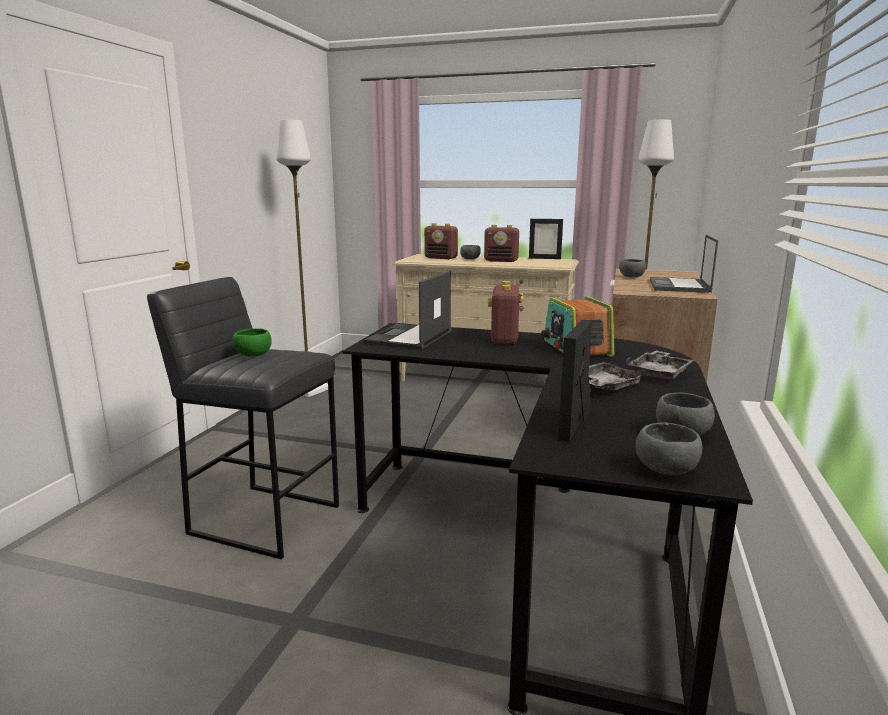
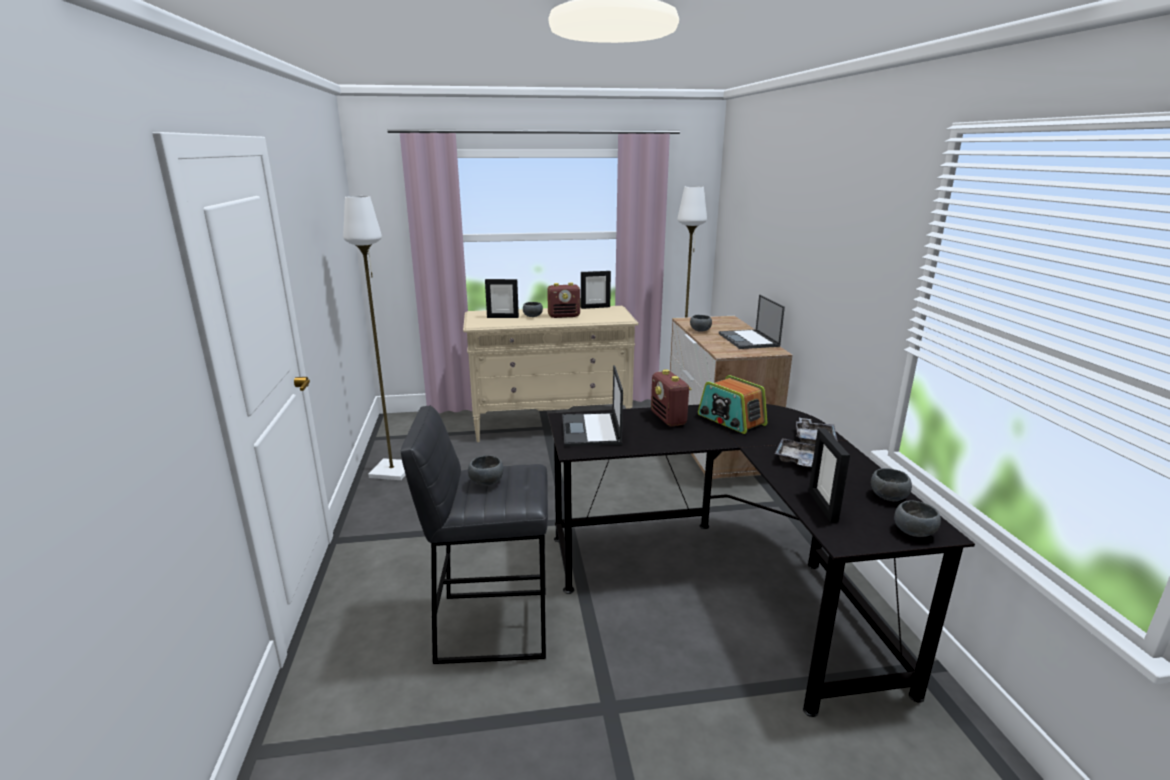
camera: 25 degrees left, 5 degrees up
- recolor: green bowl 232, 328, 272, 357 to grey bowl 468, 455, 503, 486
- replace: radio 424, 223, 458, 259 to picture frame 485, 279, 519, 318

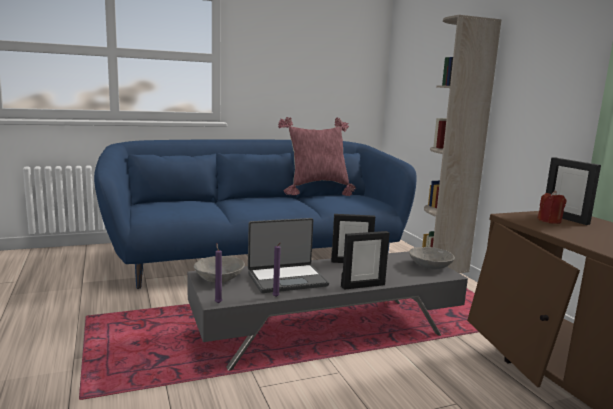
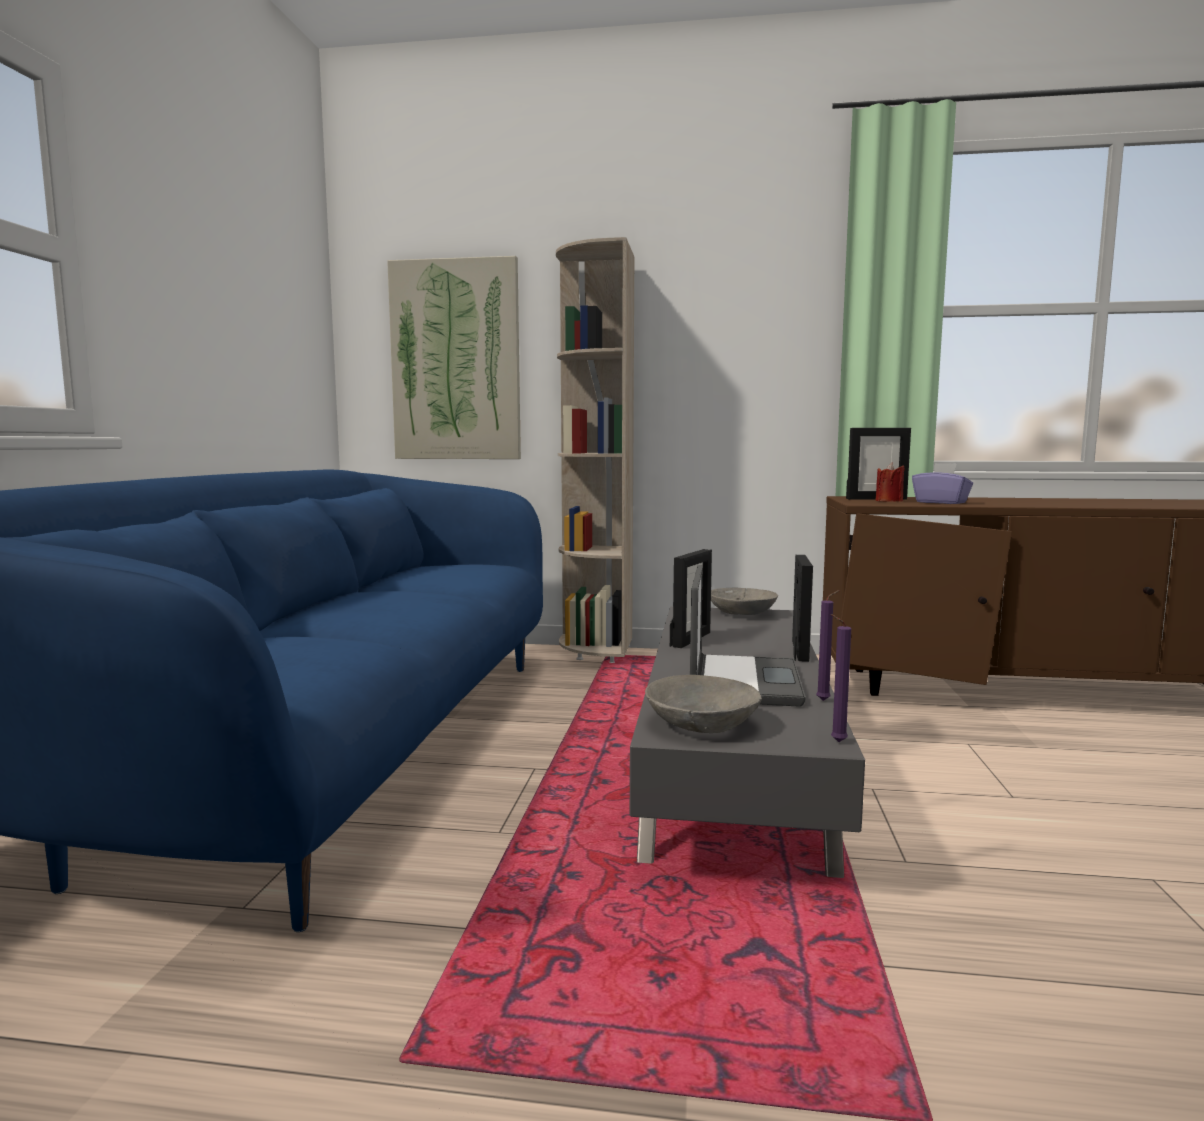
camera: 60 degrees left, 5 degrees down
- insert: picture 387, 256, 521, 459
- insert: purple tissue box 912, 463, 973, 504
- delete: red pillow 278, 117, 356, 196

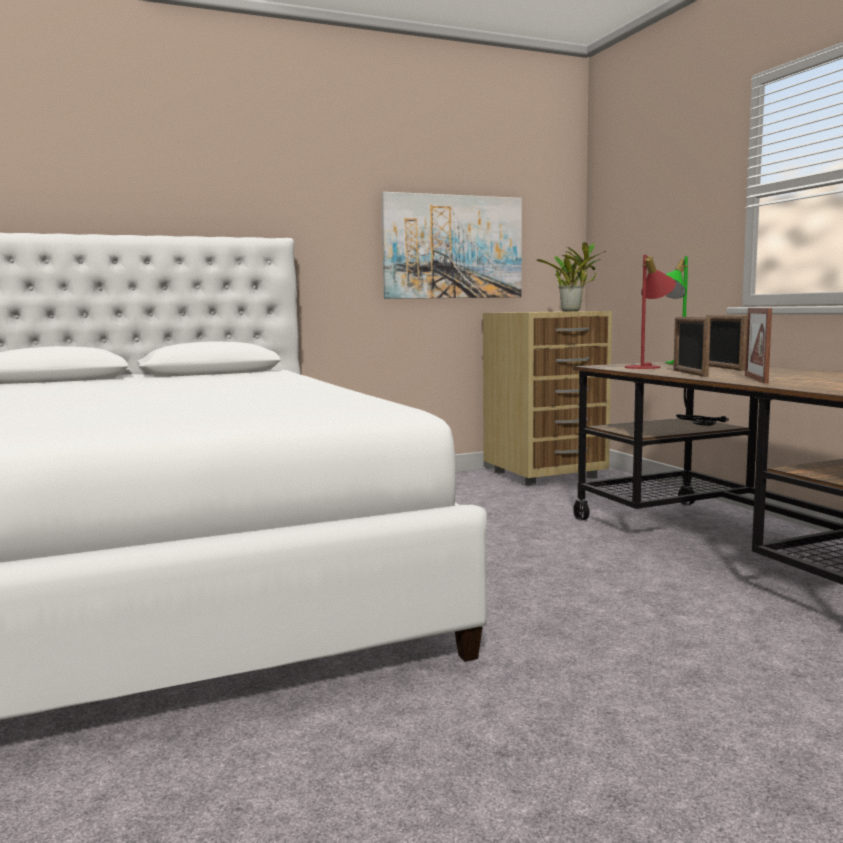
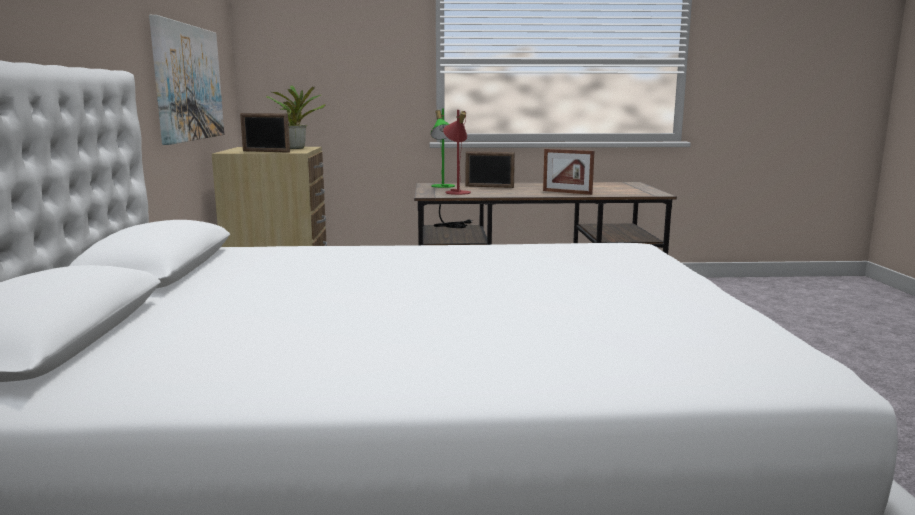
camera: 70 degrees left, 5 degrees up
- move: picture frame 673, 317, 711, 377 to 240, 113, 290, 153

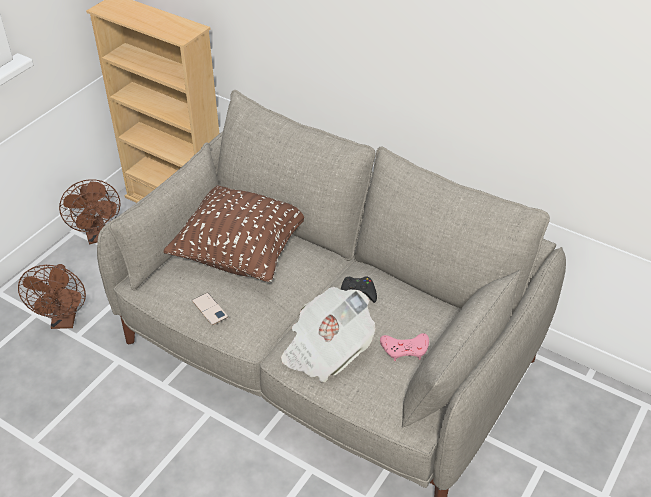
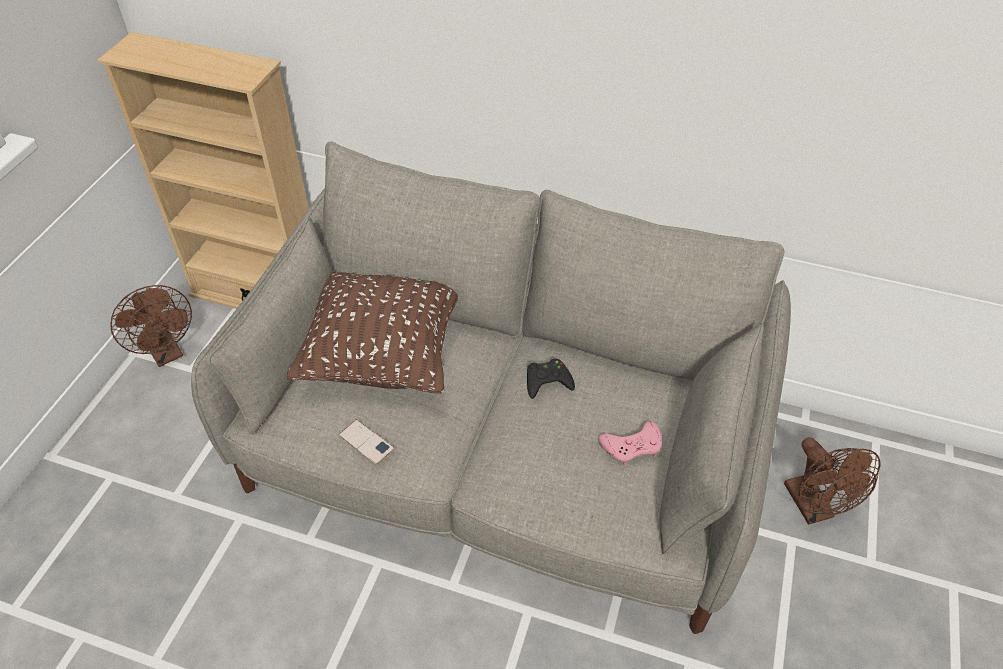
camera: 15 degrees left, 5 degrees up
- move: brown fan 18, 264, 86, 329 to 784, 437, 880, 525
- delete: newspaper 281, 287, 375, 382

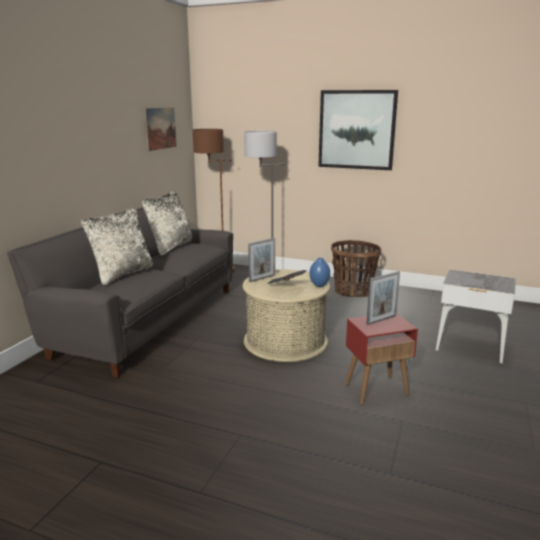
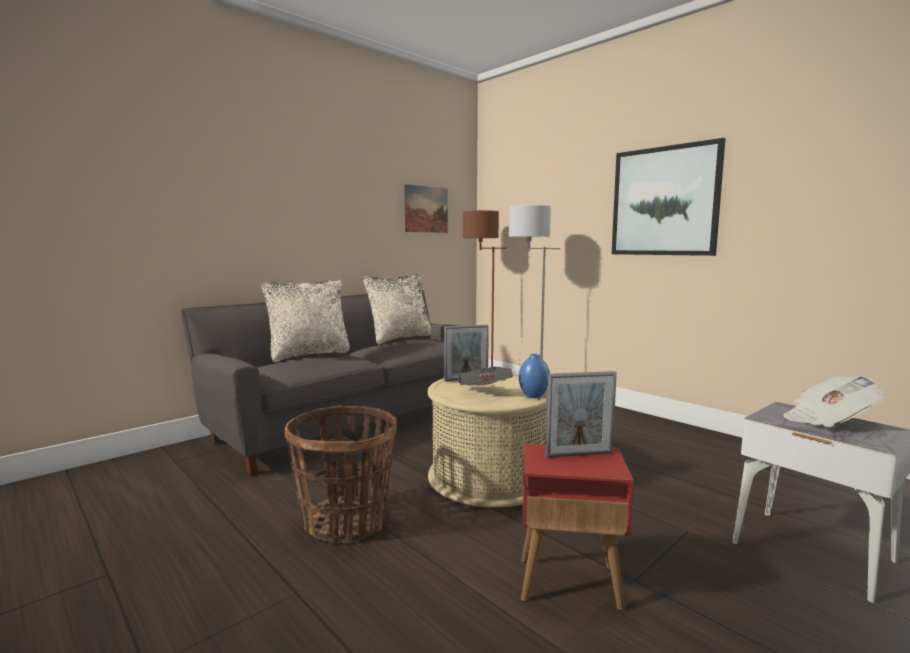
camera: 25 degrees right, 10 degrees down
- move: basket 331, 240, 381, 297 to 285, 405, 397, 544
- insert: newspaper 783, 376, 885, 427

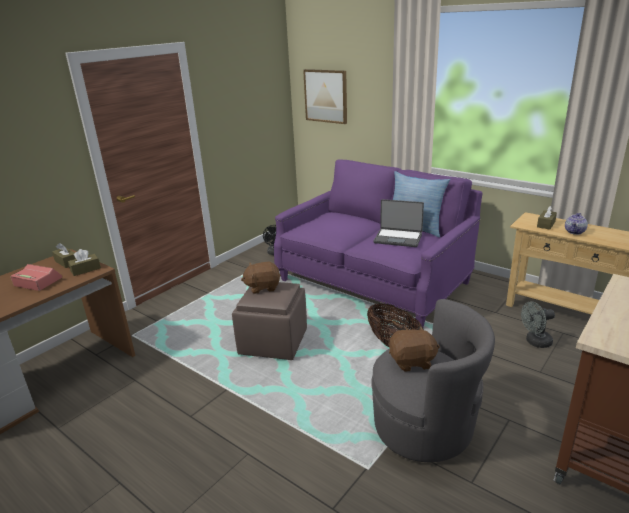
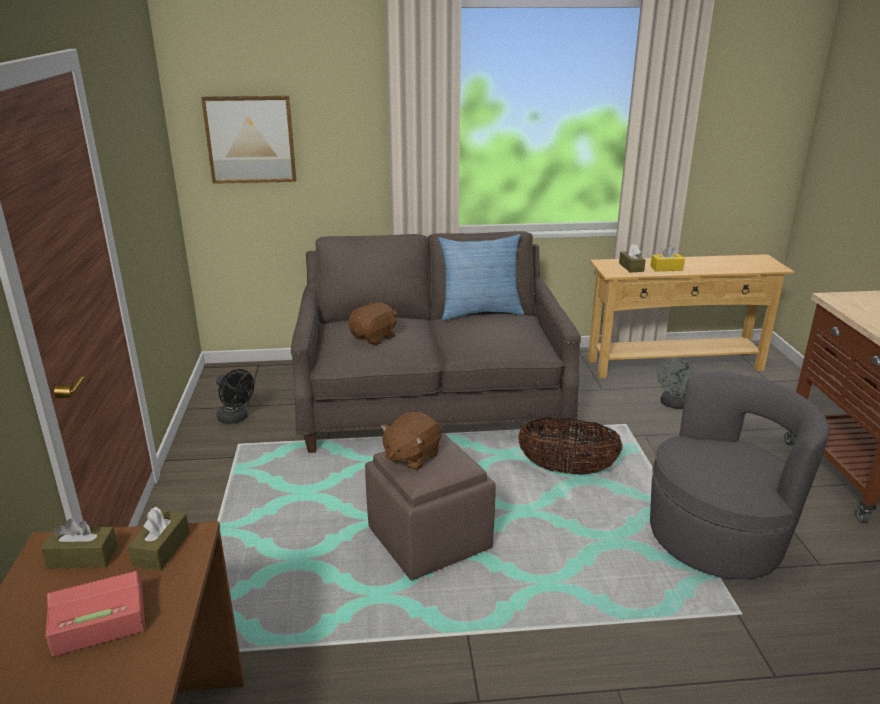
camera: 45 degrees left, 0 degrees up
- recolor: purple sofa 274, 159, 483, 327 to grey sofa 291, 231, 581, 453
- move: brown plush toy 389, 326, 440, 372 to 349, 302, 397, 345
- replace: teapot 565, 213, 588, 235 to yellow tissue box 650, 245, 685, 272
- delete: laptop 373, 199, 424, 247

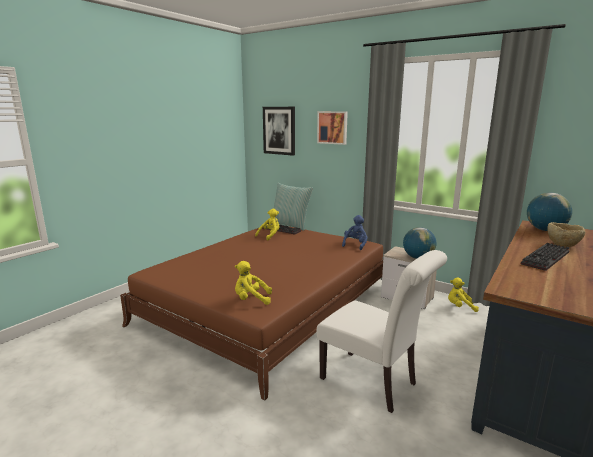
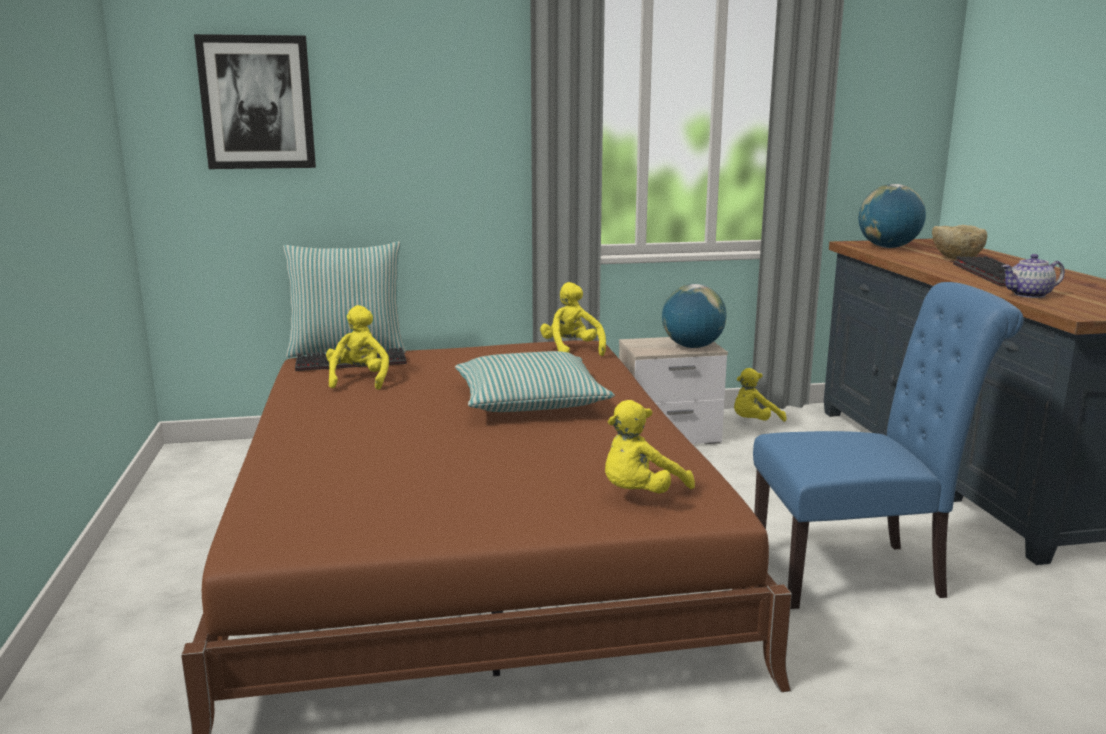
camera: 45 degrees left, 0 degrees up
- insert: pillow 455, 351, 615, 412
- recolor: blue plush toy 342, 215, 368, 250 to yellow plush toy 540, 282, 606, 356
- recolor: white chair 317, 250, 447, 413 to blue chair 753, 282, 1024, 609
- insert: teapot 1001, 254, 1065, 298
- delete: picture 317, 111, 348, 145

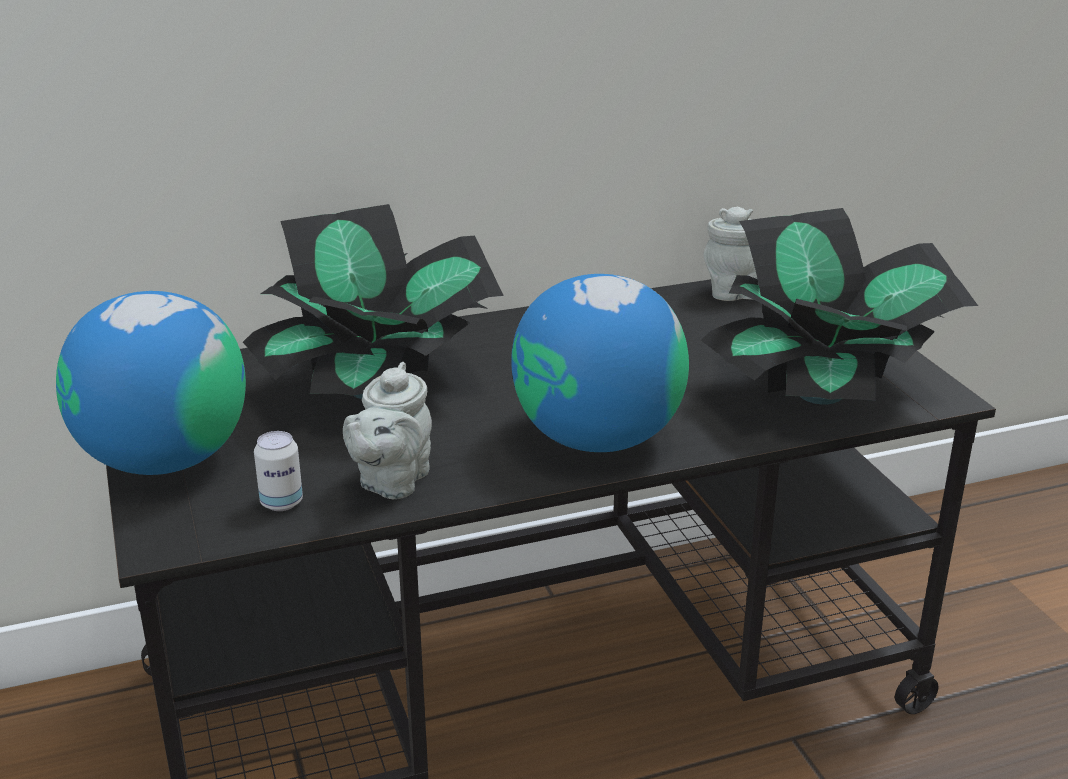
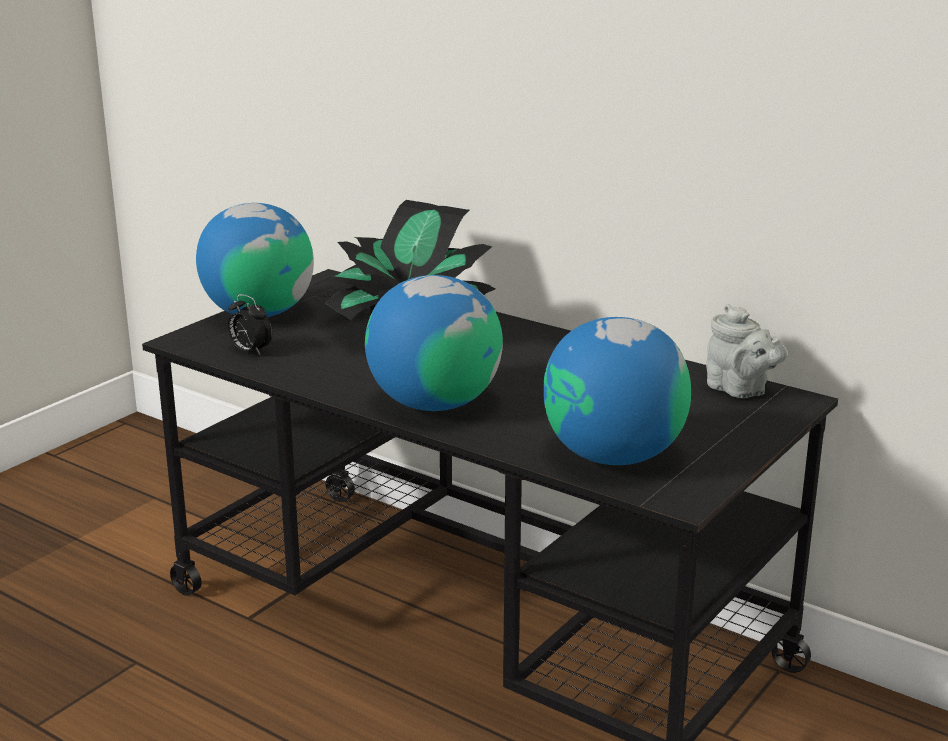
camera: 55 degrees right, 5 degrees down
- replace: can 254, 431, 303, 511 to alarm clock 228, 294, 272, 355
- replace: potted plant 701, 208, 978, 405 to globe 543, 317, 691, 465
- delete: grey teapot 343, 362, 432, 499

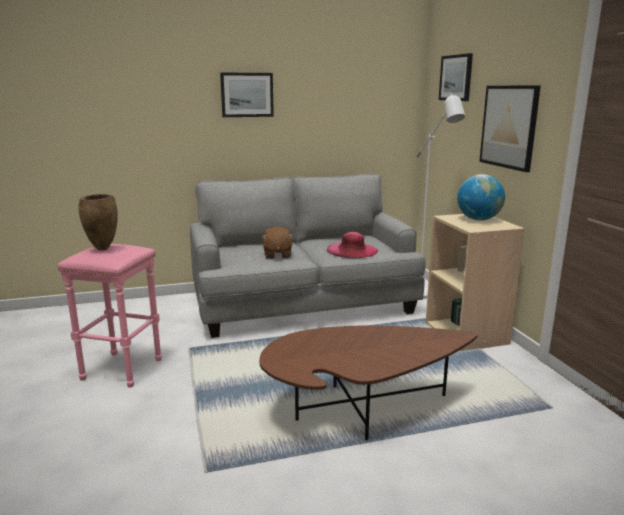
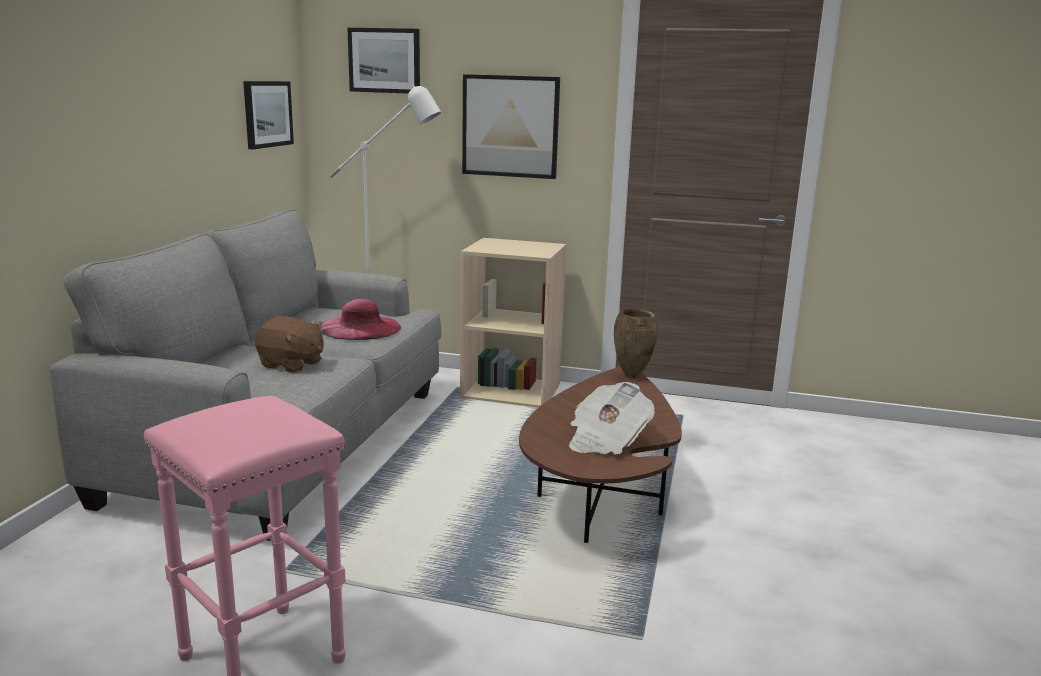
camera: 60 degrees left, 0 degrees up
- move: picture 220, 73, 274, 117 to 243, 81, 294, 149
- insert: newspaper 569, 382, 655, 455
- move: brown vase 78, 194, 118, 251 to 614, 308, 658, 378
- delete: globe 457, 174, 505, 220

